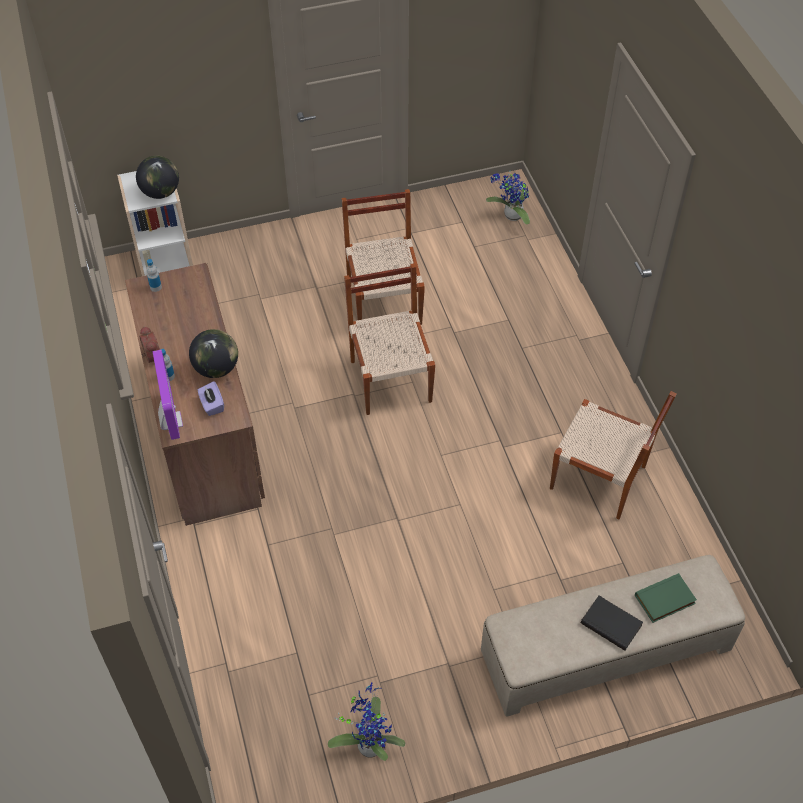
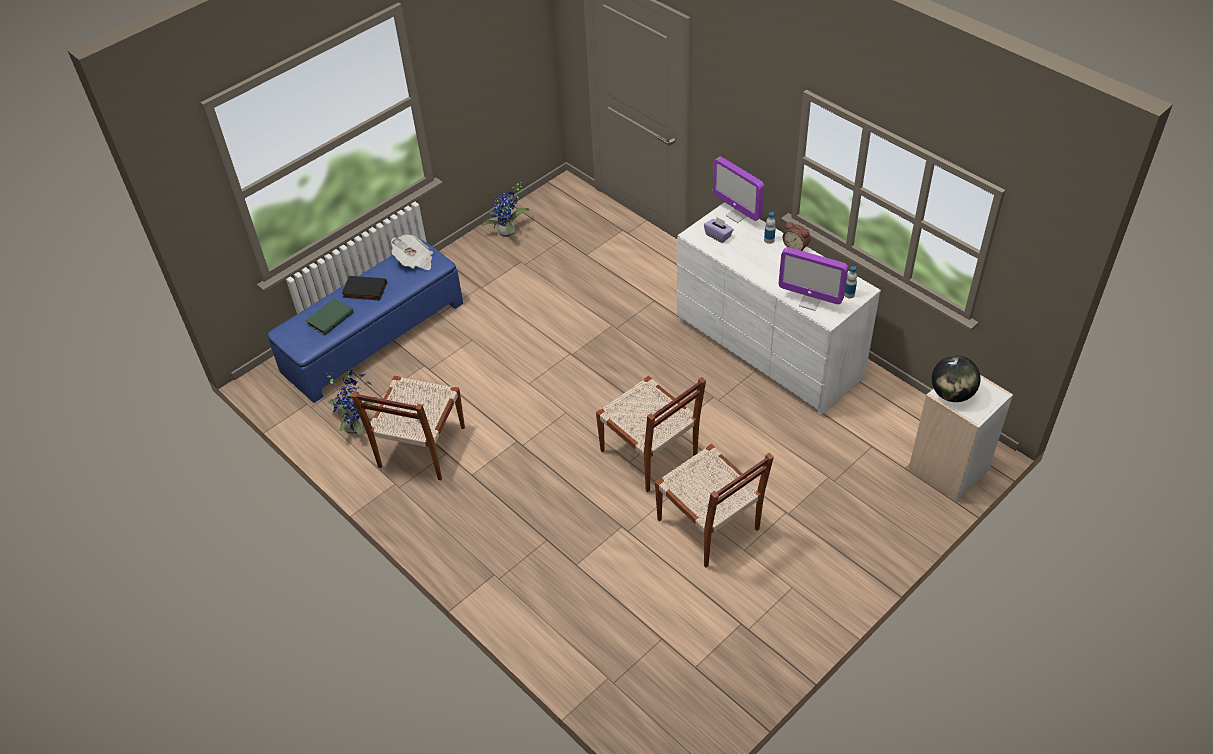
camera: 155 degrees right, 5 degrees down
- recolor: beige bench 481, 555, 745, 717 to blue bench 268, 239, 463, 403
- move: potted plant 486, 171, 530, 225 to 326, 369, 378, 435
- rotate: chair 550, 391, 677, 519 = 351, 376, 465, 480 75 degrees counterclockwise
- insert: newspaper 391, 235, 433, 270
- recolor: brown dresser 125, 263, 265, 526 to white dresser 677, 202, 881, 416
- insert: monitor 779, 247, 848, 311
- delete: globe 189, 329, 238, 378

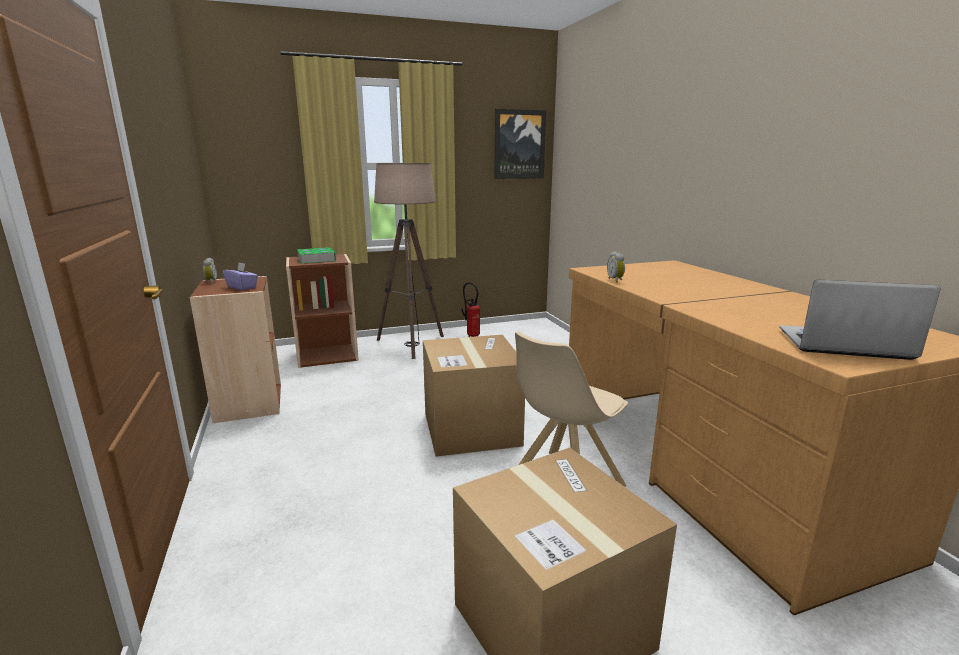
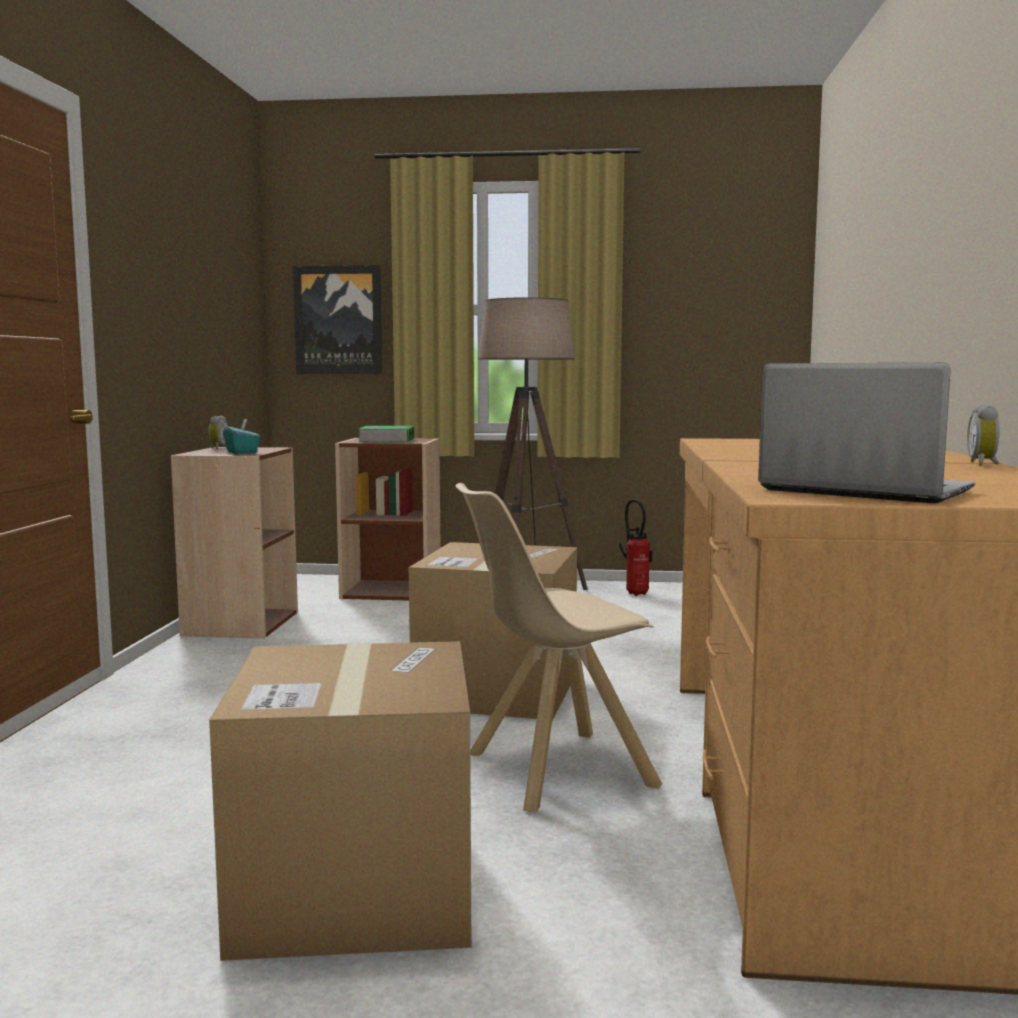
camera: 25 degrees right, 10 degrees down
- recolor: purple tissue box 223, 262, 258, 290 to turquoise tissue box 223, 419, 260, 454
- move: picture 494, 109, 546, 179 to 293, 265, 382, 374
- move: alarm clock 607, 252, 625, 283 to 967, 405, 1000, 466

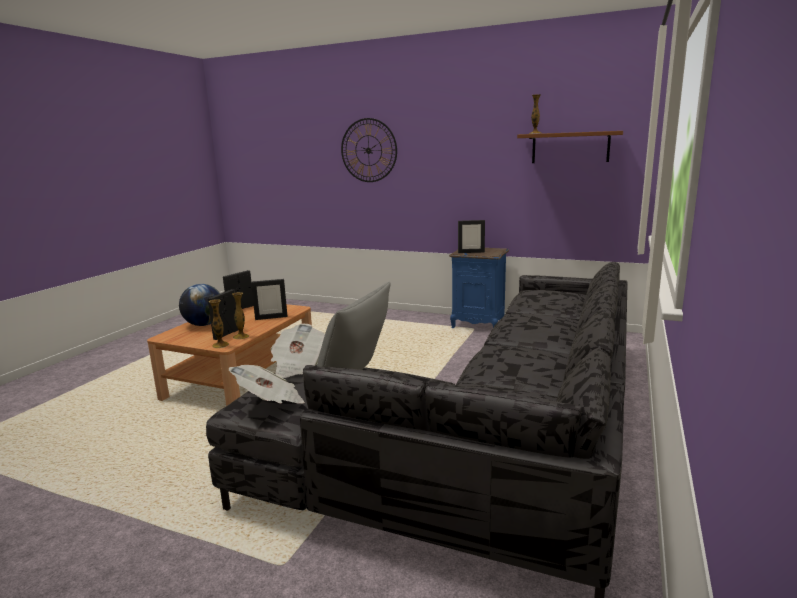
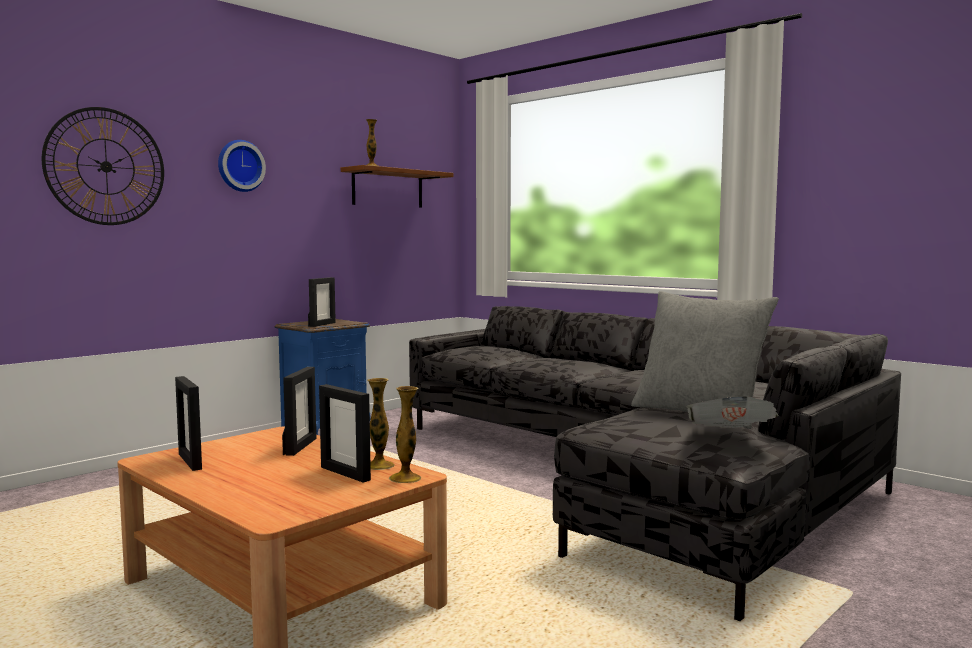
camera: 70 degrees left, 10 degrees down
- insert: wall clock 218, 140, 266, 192
- delete: globe 179, 284, 220, 326
- delete: newspaper 270, 324, 325, 378

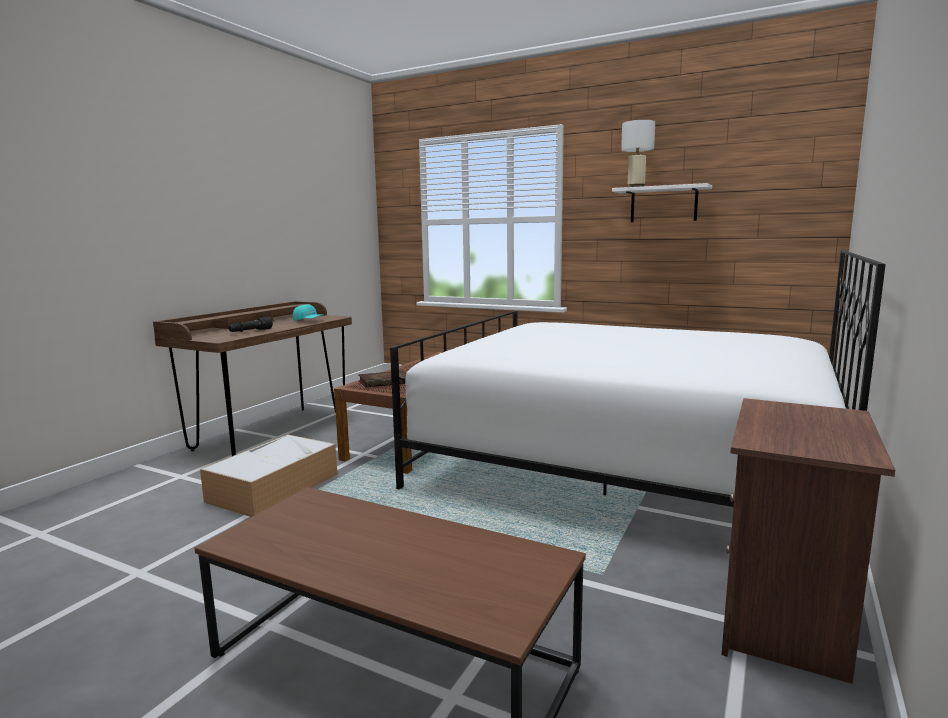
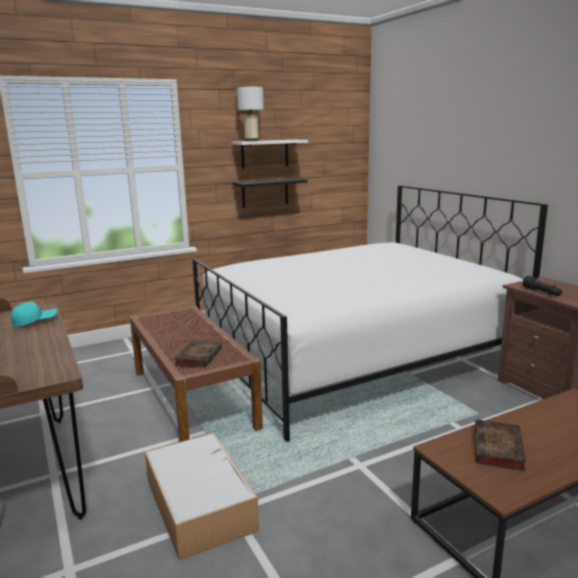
camera: 55 degrees left, 5 degrees up
- insert: black shelf 233, 178, 307, 208
- insert: book 475, 419, 526, 471
- move: black flashlight 228, 317, 273, 332 to 523, 276, 562, 296

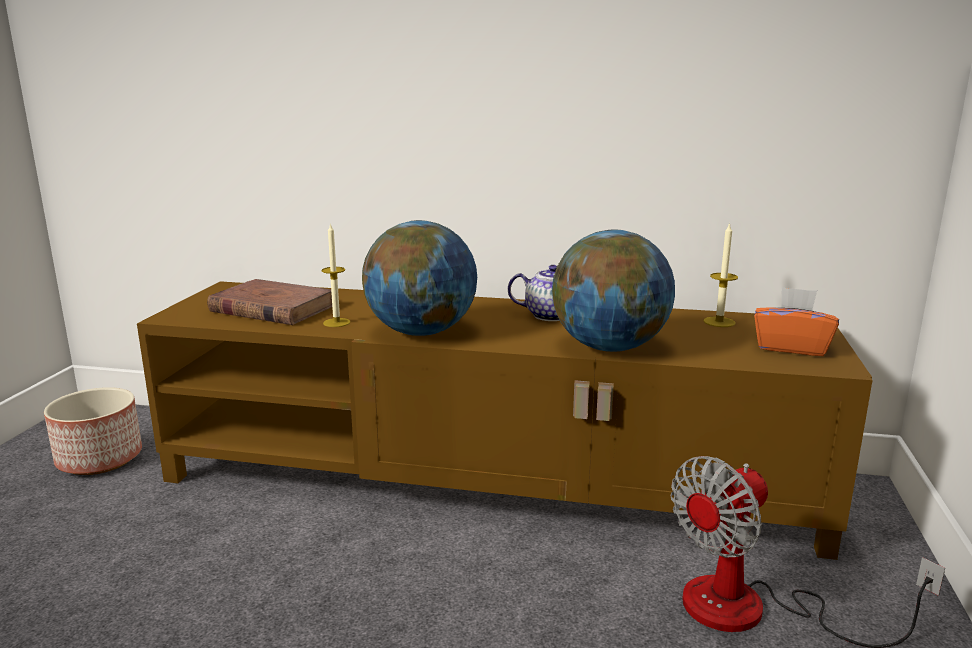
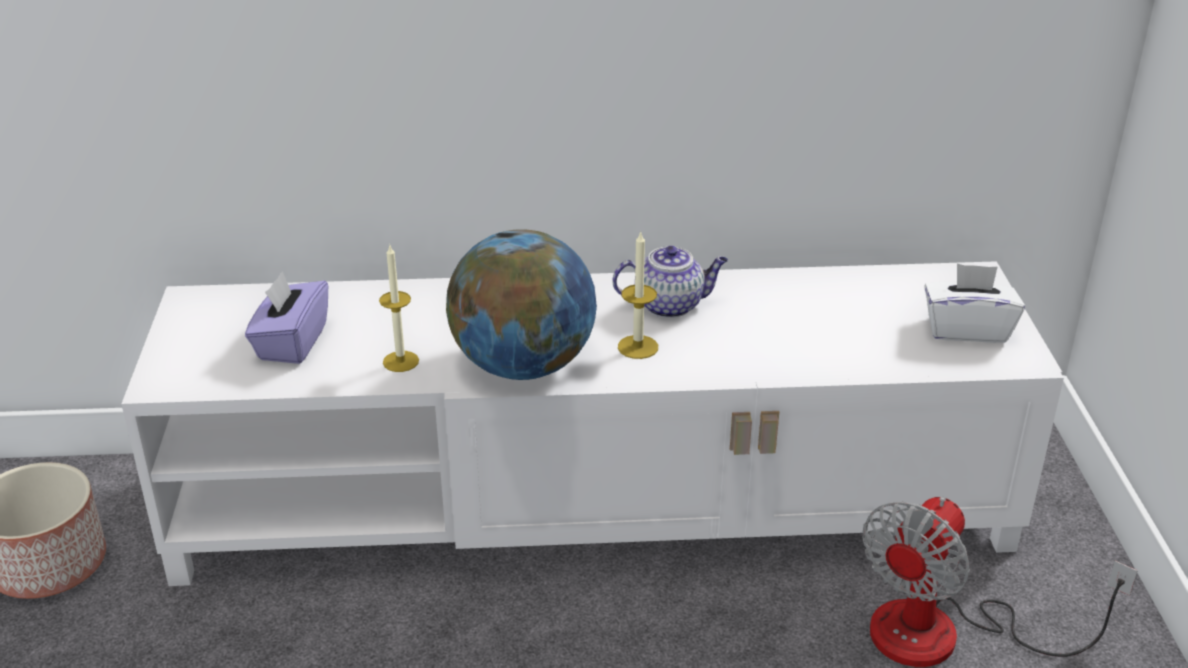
camera: 15 degrees left, 15 degrees up
- recolor: brown tv stand 137, 281, 873, 560 to white tv stand 121, 261, 1064, 586
- replace: brown book 207, 279, 332, 325 to purple tissue box 245, 271, 328, 364
- move: candle 703, 223, 738, 327 to 618, 231, 658, 359
- recolor: orange tissue box 754, 287, 839, 356 to white tissue box 924, 263, 1025, 343
- delete: globe 552, 230, 675, 352

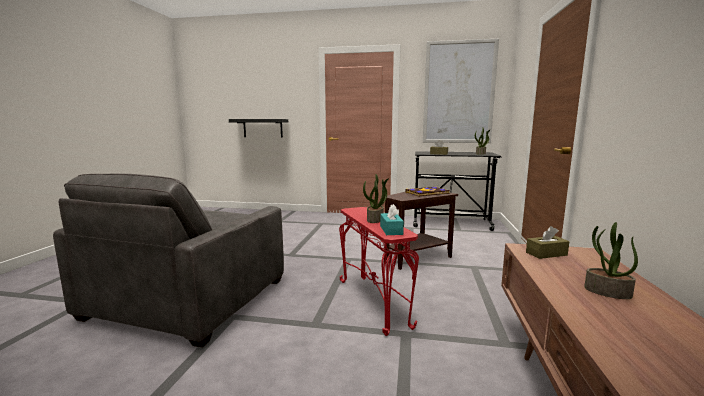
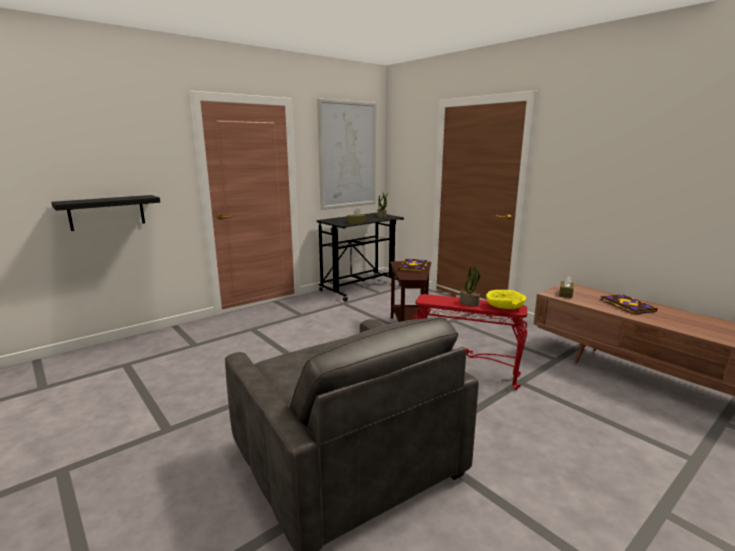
camera: 50 degrees left, 5 degrees up
- replace: turquoise tissue box 380, 204, 404, 235 to yellow bowl 486, 290, 526, 309
- replace: potted plant 584, 222, 638, 299 to book 600, 294, 657, 314

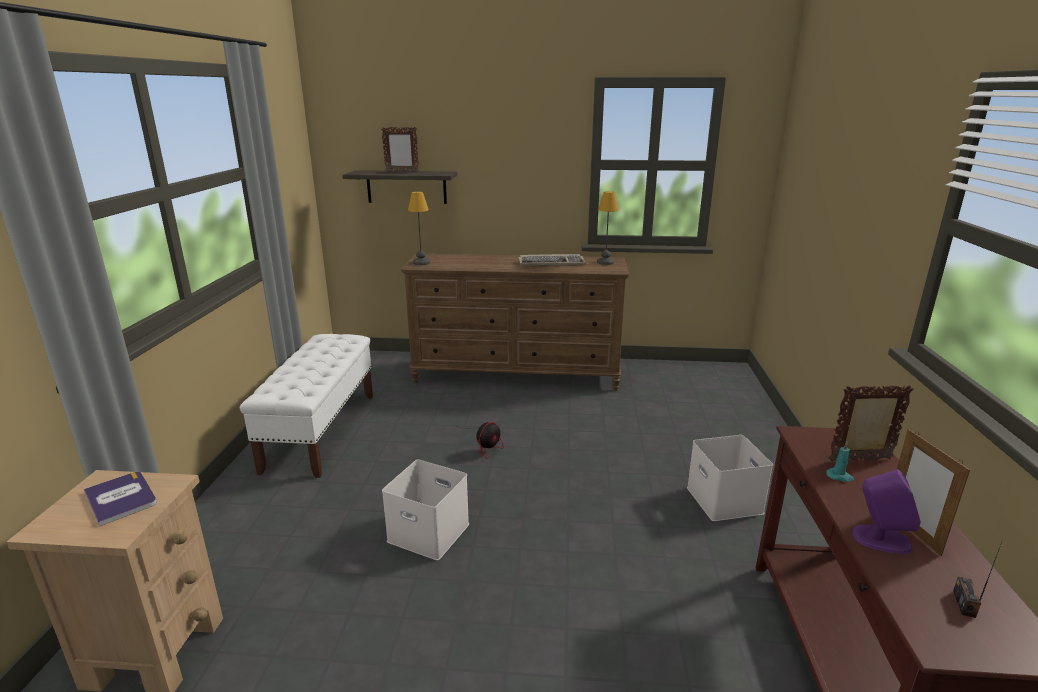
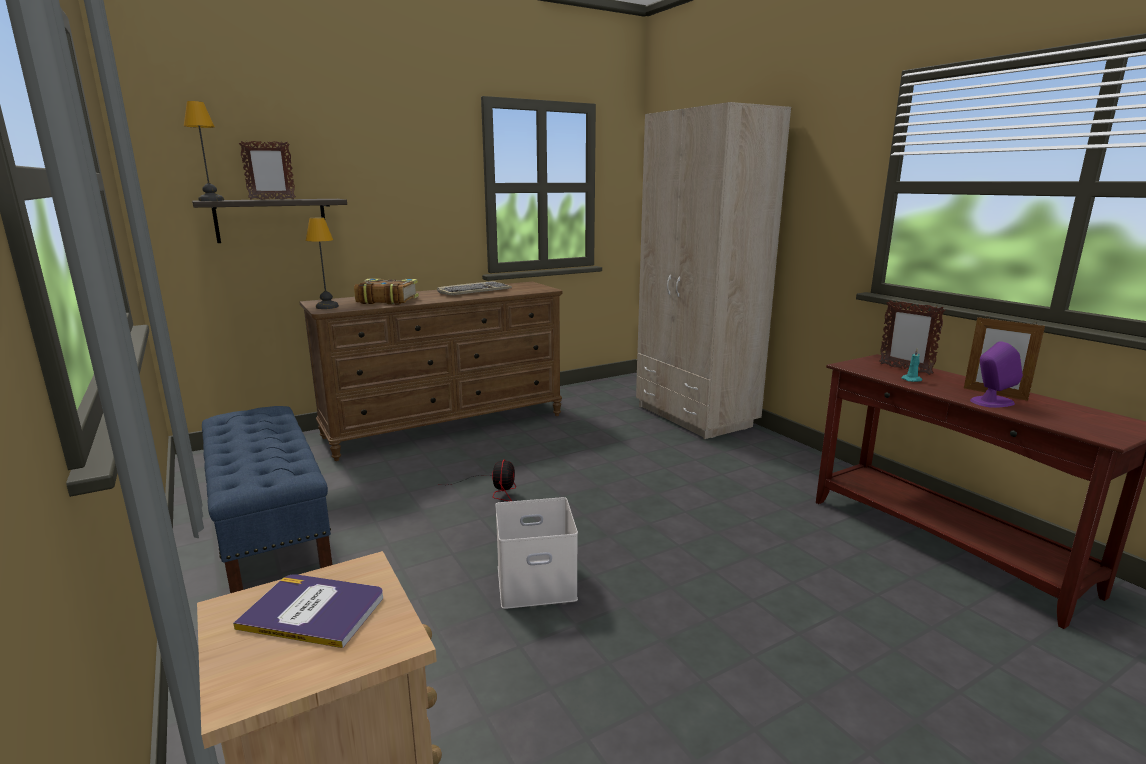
camera: 35 degrees left, 5 degrees down
- move: table lamp 597, 191, 619, 265 to 184, 101, 224, 201
- recolor: white bench 240, 334, 373, 478 to blue bench 202, 406, 332, 593
- insert: book 354, 278, 419, 304
- insert: beige wardrobe 636, 102, 791, 439
- rotate: picture frame 828, 385, 913, 462 = 879, 300, 945, 375 90 degrees counterclockwise
- delete: white storage box 687, 435, 773, 521
- delete: radio 953, 542, 1002, 618

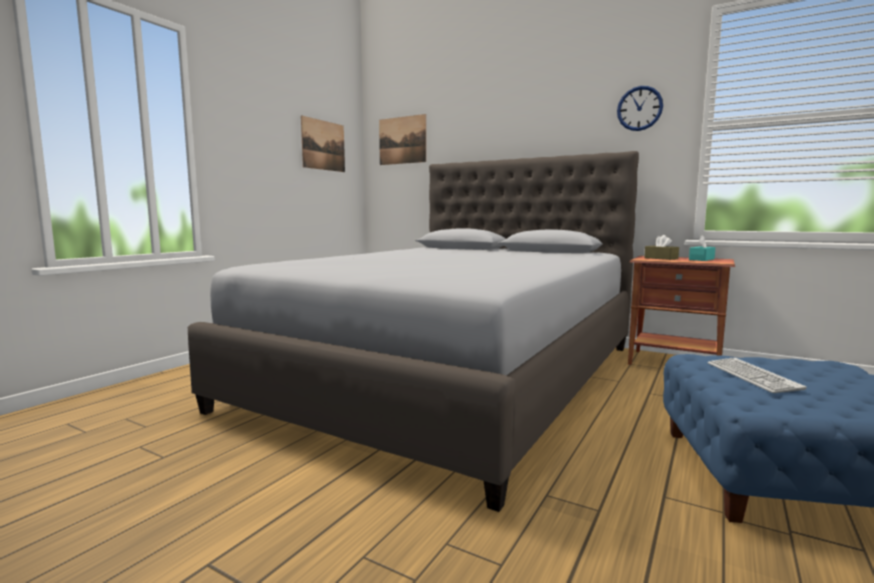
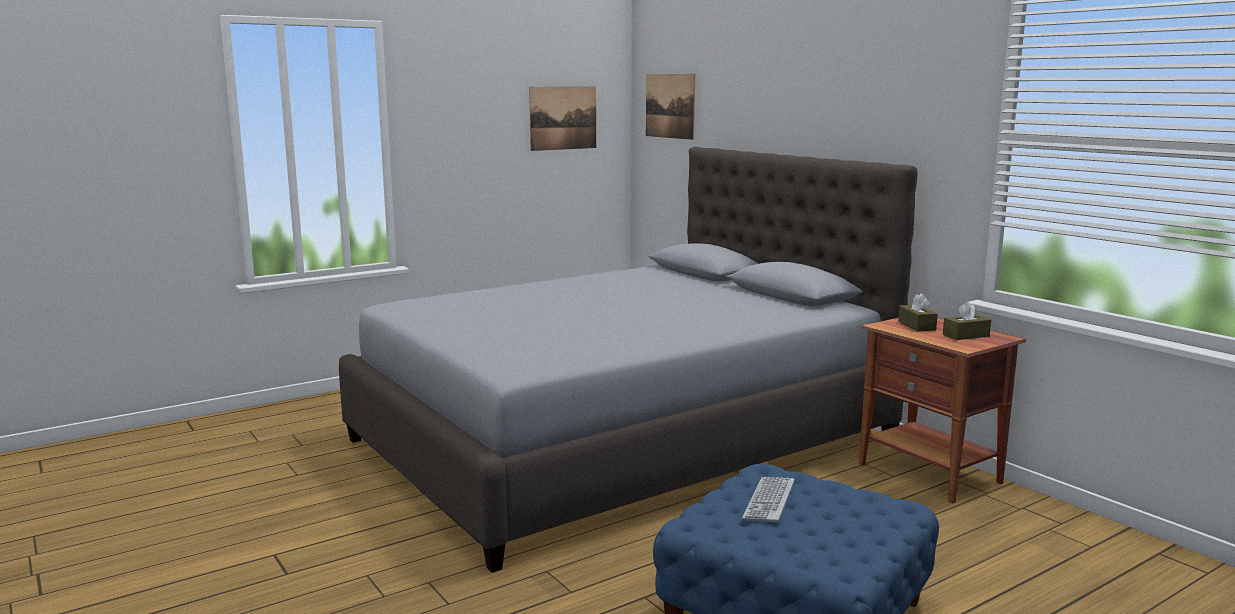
camera: 25 degrees right, 5 degrees up
- recolor: turquoise tissue box 689, 235, 716, 261 to brown tissue box 943, 301, 991, 340
- delete: wall clock 617, 86, 663, 131

